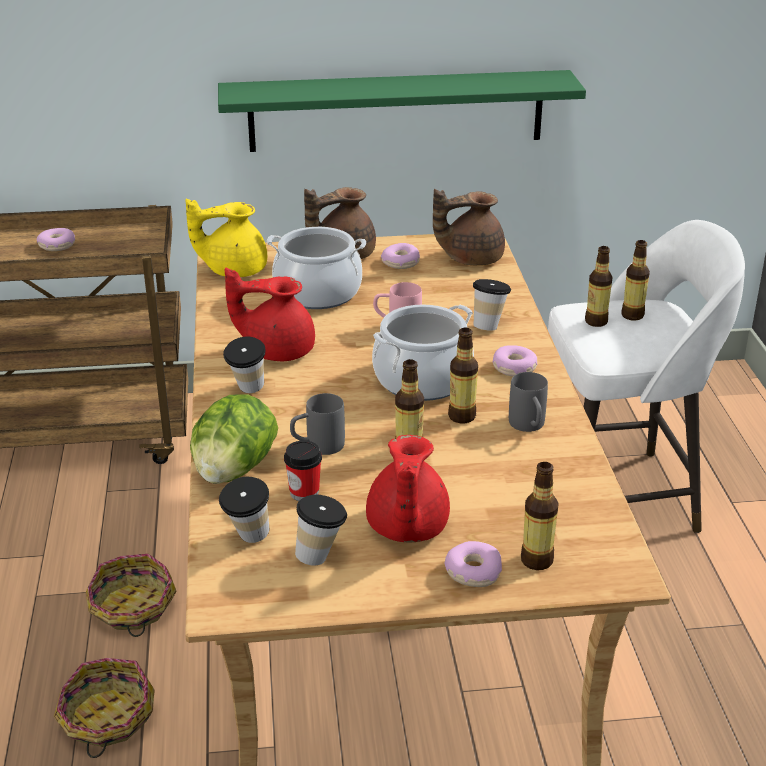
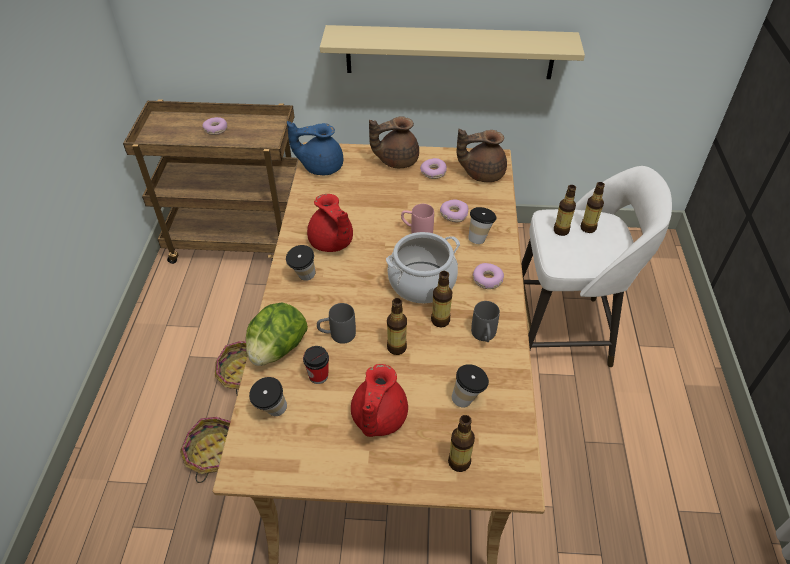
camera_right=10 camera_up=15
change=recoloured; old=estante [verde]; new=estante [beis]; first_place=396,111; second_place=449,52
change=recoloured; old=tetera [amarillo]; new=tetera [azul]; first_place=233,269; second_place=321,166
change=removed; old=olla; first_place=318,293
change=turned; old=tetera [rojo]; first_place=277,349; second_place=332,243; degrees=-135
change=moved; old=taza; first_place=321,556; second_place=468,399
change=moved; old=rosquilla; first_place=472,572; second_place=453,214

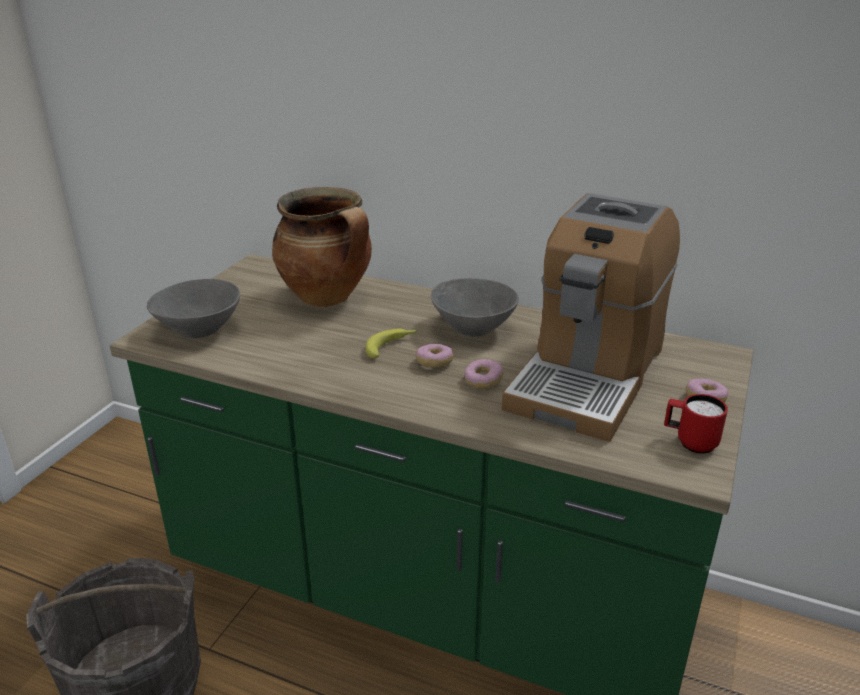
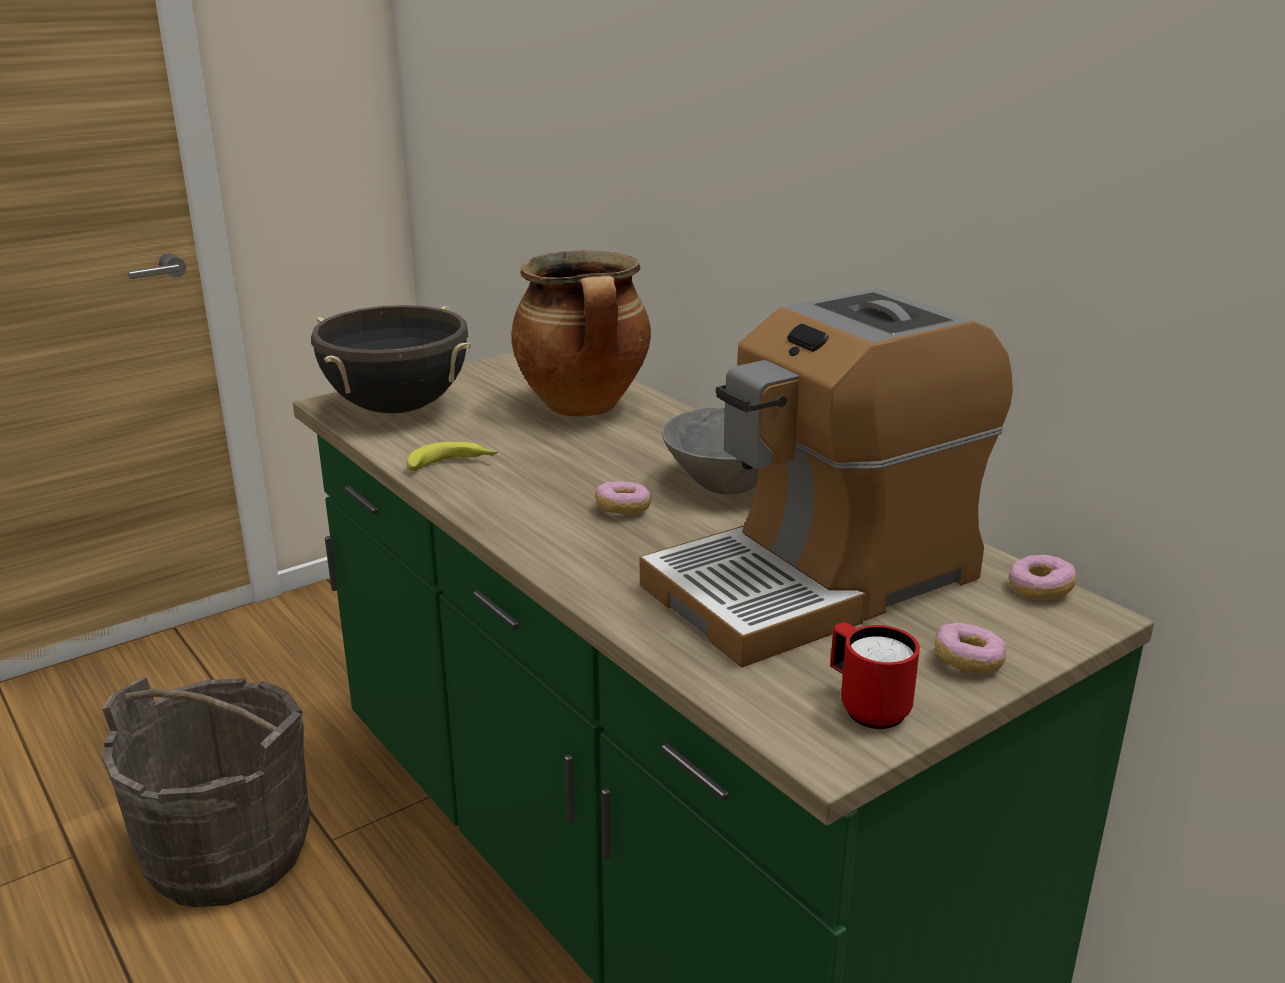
camera_right=30 camera_up=-5
change=replaced; old=cuenco [gris]; new=olla [negro]; first_place=198,330; second_place=397,408
change=moved; old=plátano; first_place=392,346; second_place=453,464
change=moved; old=rosquilla; first_place=483,381; second_place=1040,590

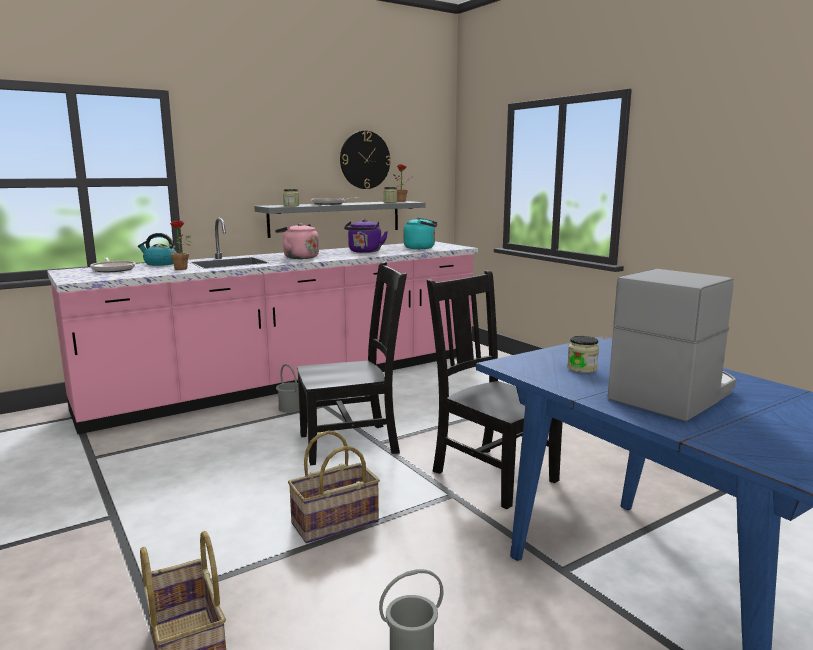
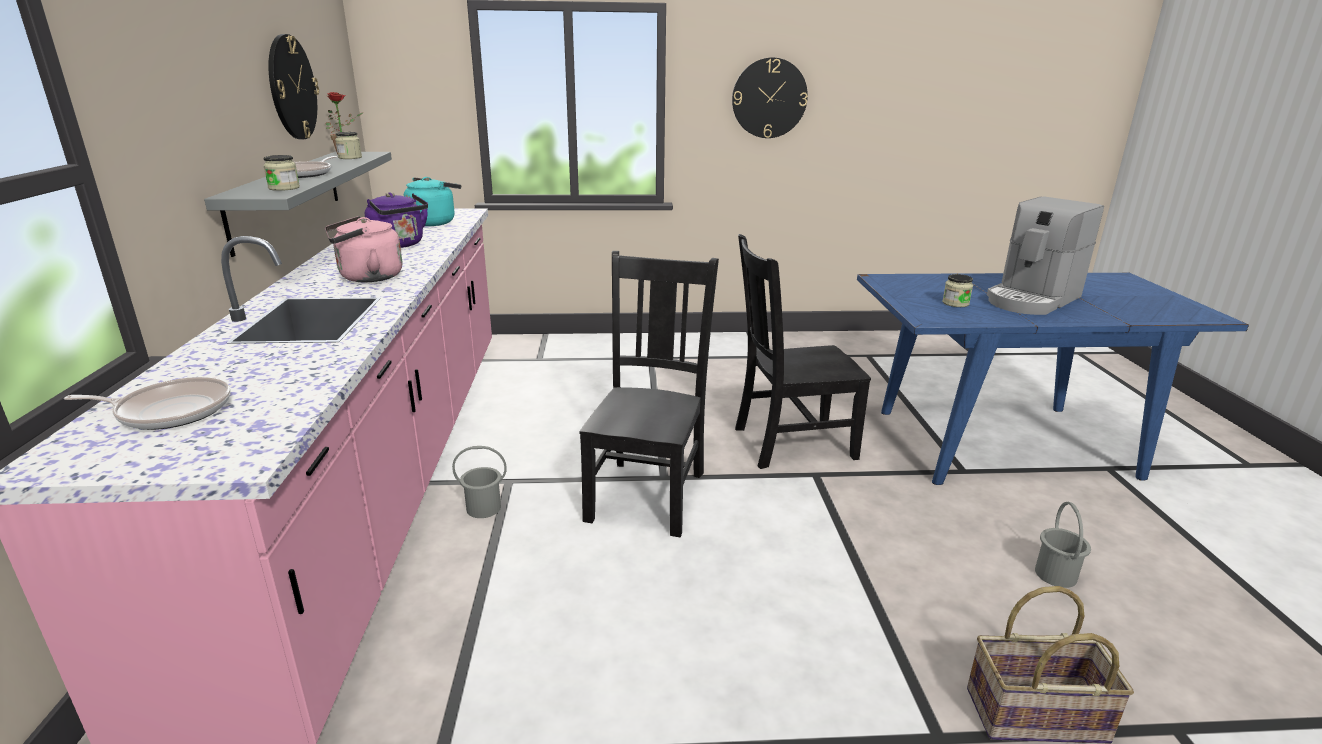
camera_right=-60 camera_up=10
change=removed; old=planta en maceta; first_place=181,268
change=removed; old=hervidor; first_place=160,264
change=turned; old=cafetera; first_place=673,394; second_place=1032,300; degrees=-120
change=removed; old=cesta; first_place=335,523
change=added; new=reloj de pared; second_place=769,98

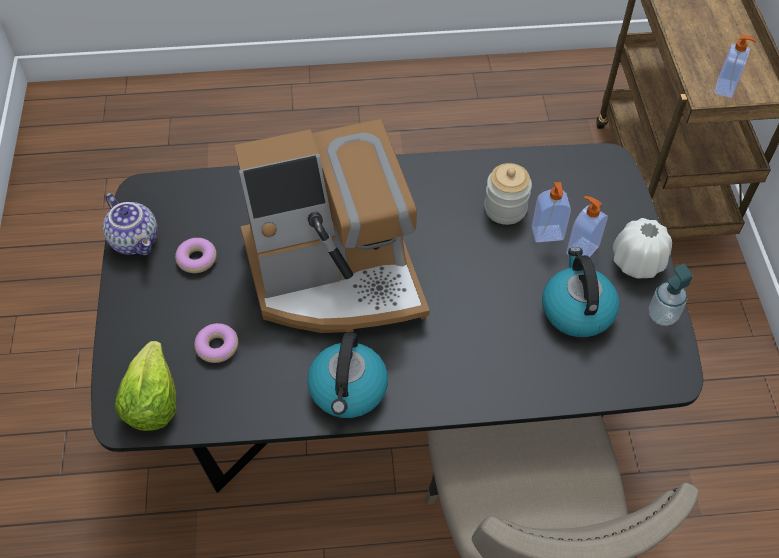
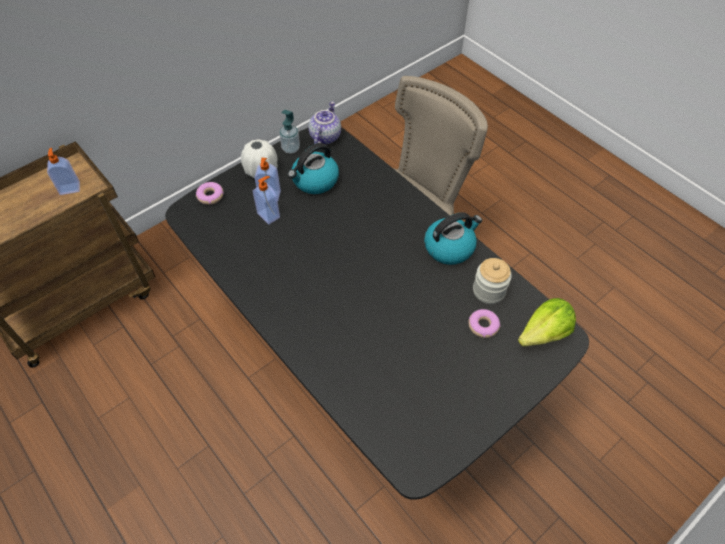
camera_right=-125 camera_up=0
change=removed; old=cafetera; first_place=335,276
change=moved; old=tarro; first_place=505,209; second_place=489,291
change=moved; old=tetera; first_place=136,240; second_place=324,136
change=moved; old=rosquilla; first_place=197,259; second_place=210,196

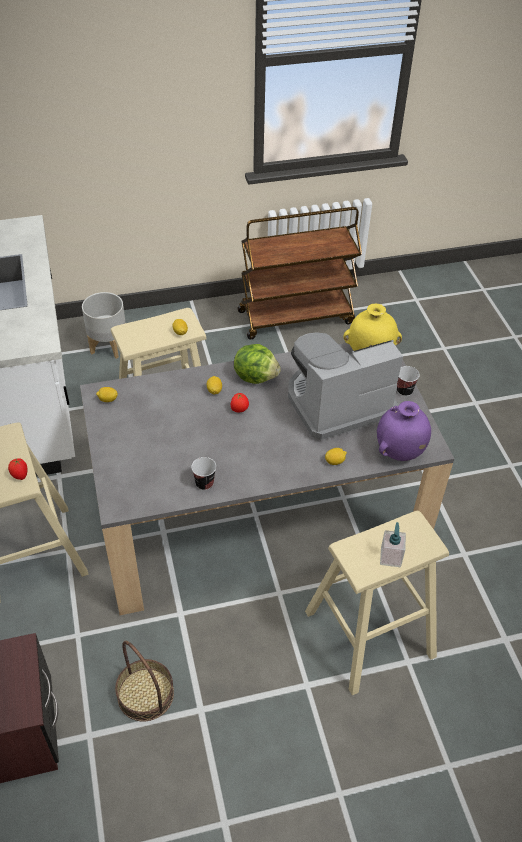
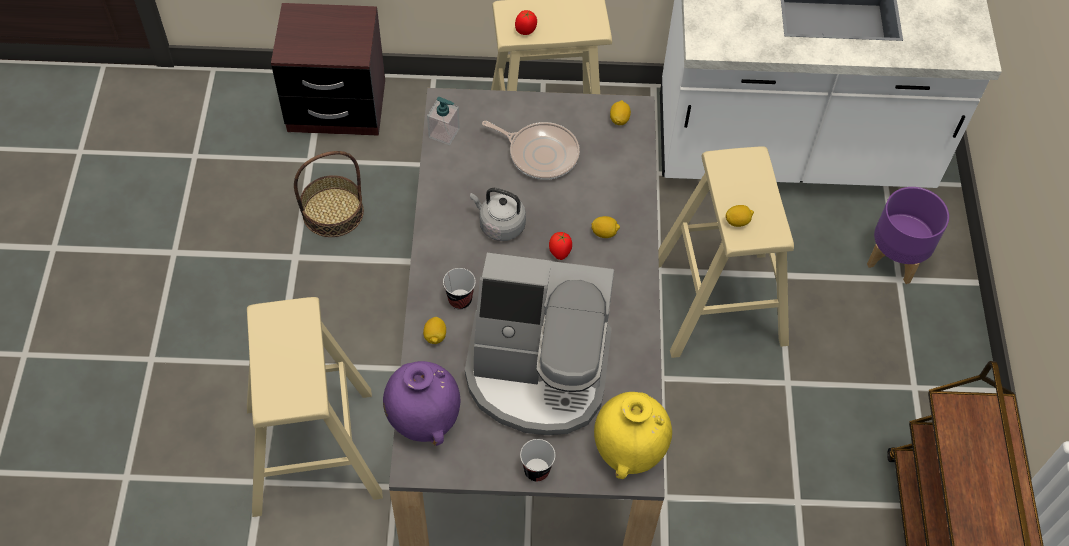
camera_right=105 camera_up=10
change=recoloured; old=maceta [gris]; new=maceta [morado]; first_place=108,347; second_place=894,259
change=turned; old=cafetera; first_place=337,403; second_place=538,372; degrees=105
change=removed; old=lechuga; first_place=256,376
change=moved; old=taza; first_place=204,483; second_place=460,300
change=moved; old=dispensador de jabón; first_place=390,557; second_place=444,133
change=added; new=sartén; second_place=540,153
change=added; new=hervidor [gris]; second_place=499,225

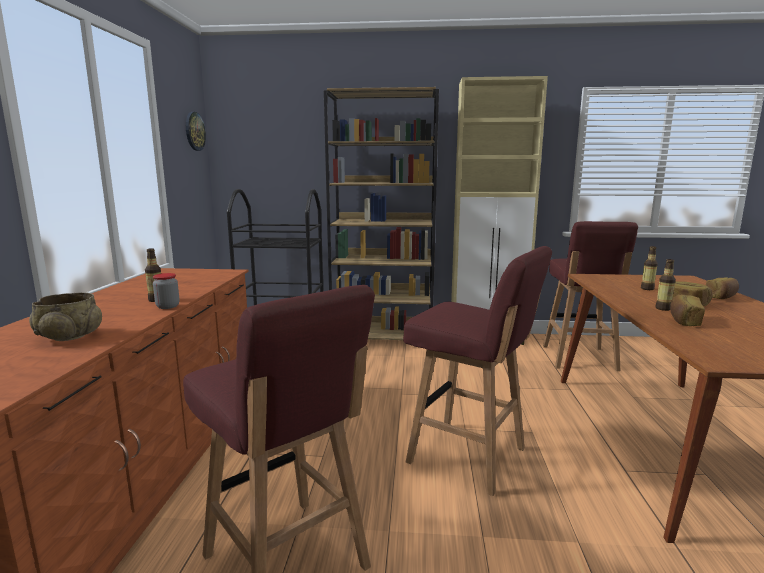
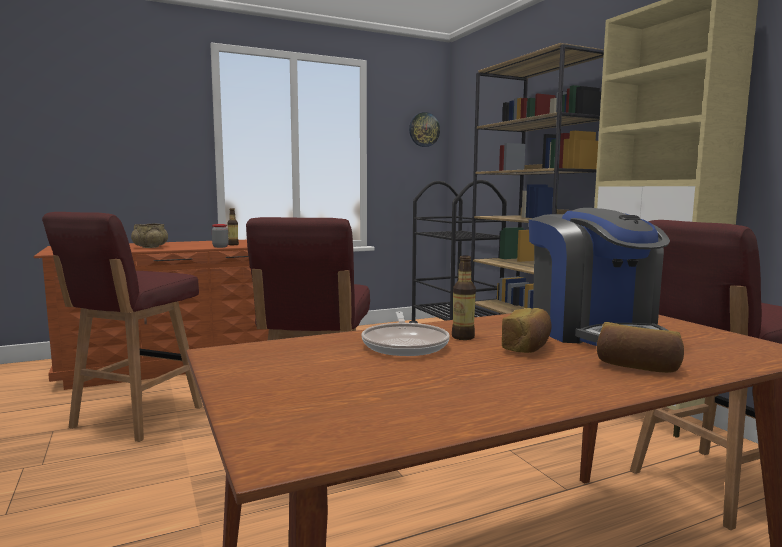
camera_right=60 camera_up=-5
change=replaced; old=botella; new=cafetera; first_place=647,289; second_place=593,331
change=replaced; old=pan; new=sartén; first_place=683,321; second_place=405,344

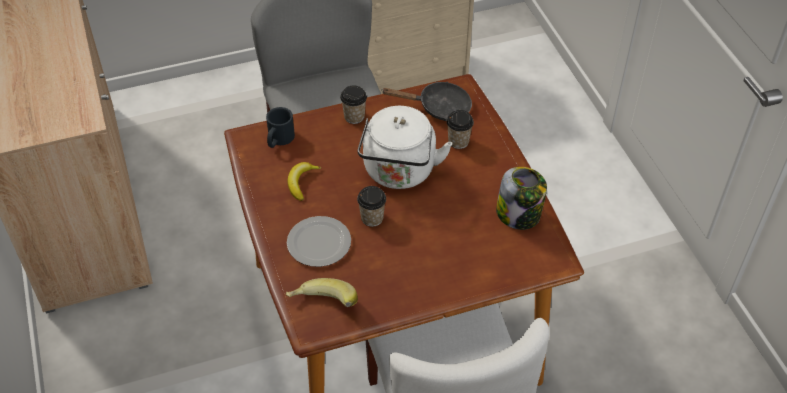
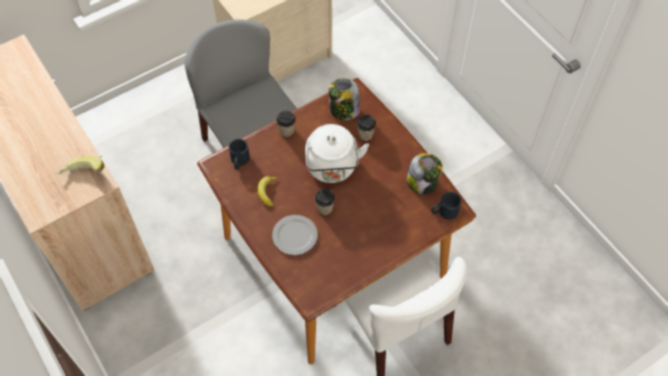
camera_right=-15 camera_up=10
change=replaced; old=sartén [negro]; new=tarro; first_place=439,107; second_place=344,110
change=moved; old=plátano; first_place=322,307; second_place=83,175
change=added; new=taza grande [negro]; second_place=444,212

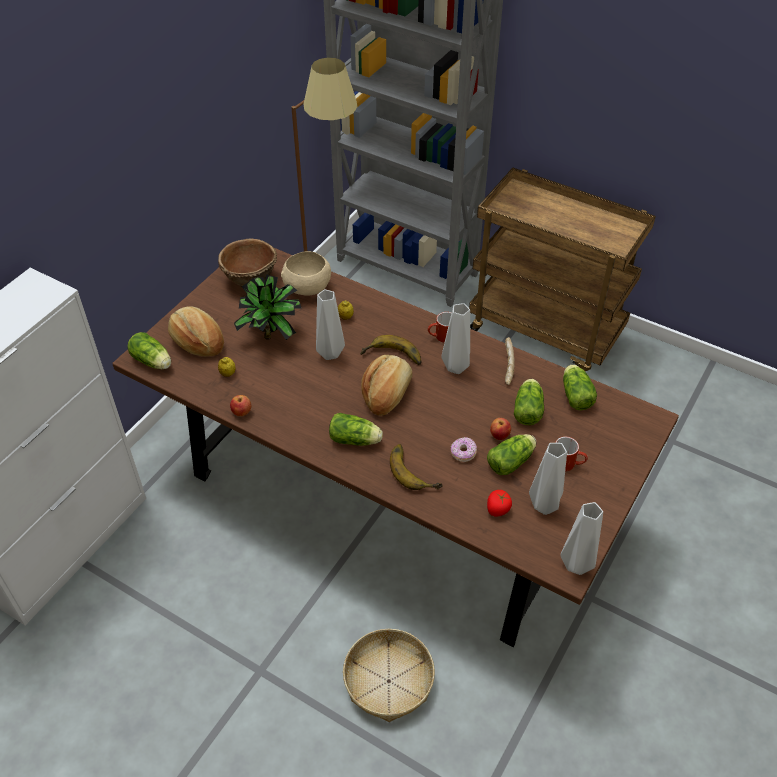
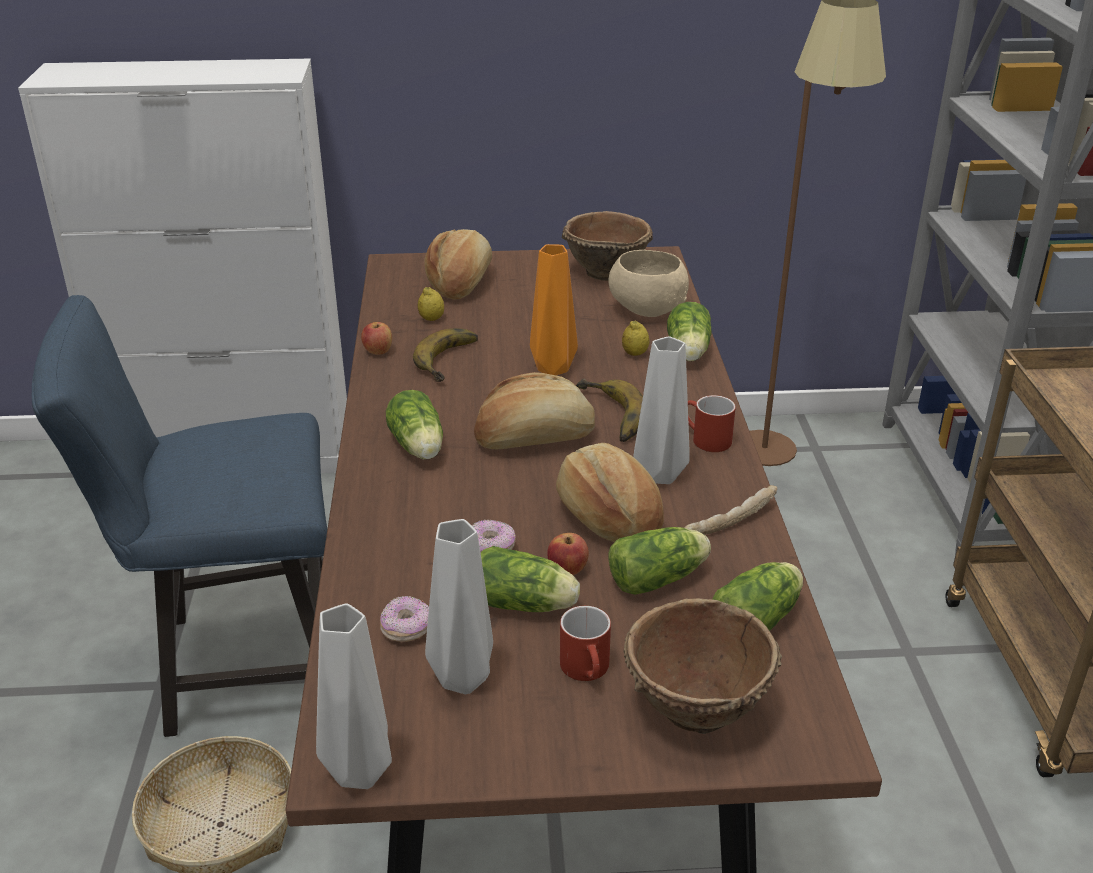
camera_right=55 camera_up=-15
change=removed; old=planta en maceta; first_place=273,336
change=recoloured; old=florero [gris]; new=florero [naranja]; first_place=330,354; second_place=551,369
change=moved; old=lechuga; first_place=153,362; second_place=688,353
change=moved; old=plátano; first_place=415,469; second_place=453,360
change=replaced; old=tomate; new=rosquilla; first_place=497,509; second_place=407,629
change=added; new=silla [azul]; second_place=237,666
change=added; new=pan; second_place=608,516
change=added; new=cuenco [marrón]; second_place=696,709

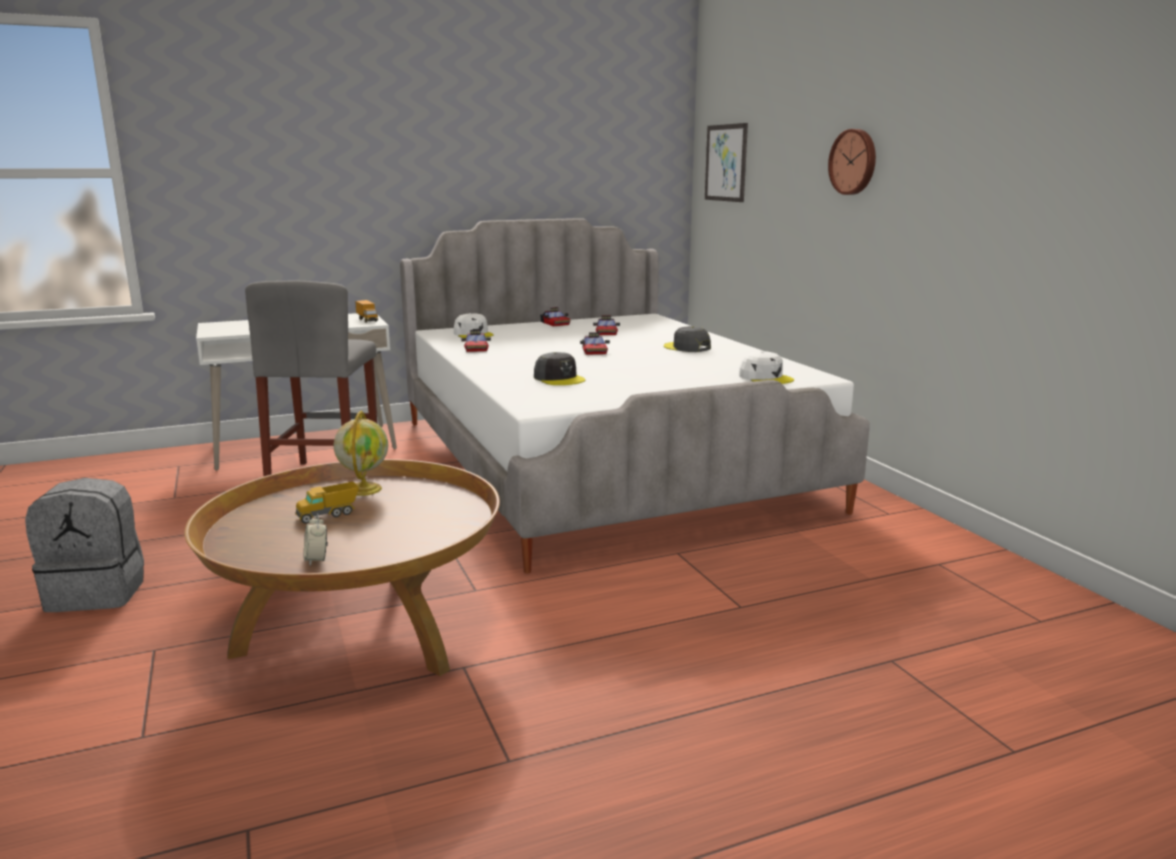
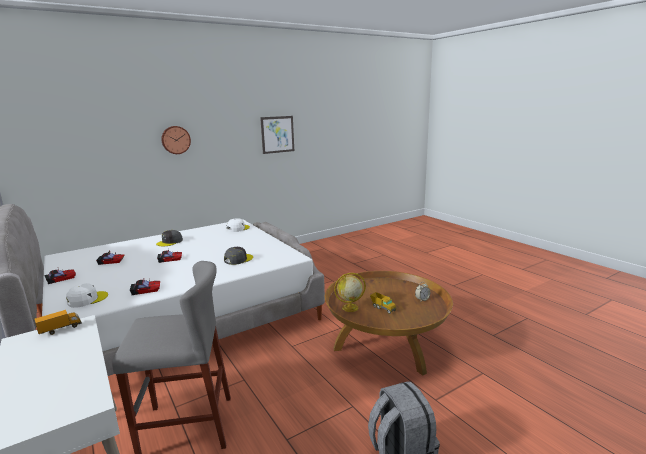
camera_right=-100 camera_up=0
change=moved; old=cuadro; first_place=726,163; second_place=277,134

